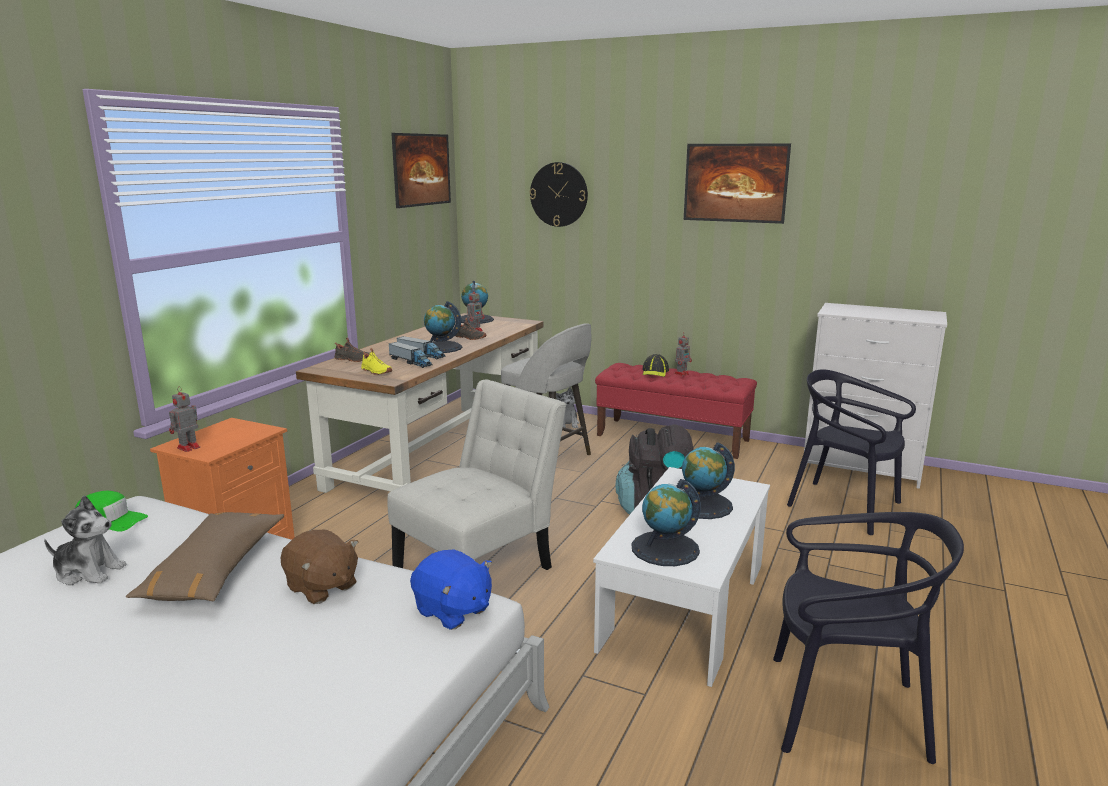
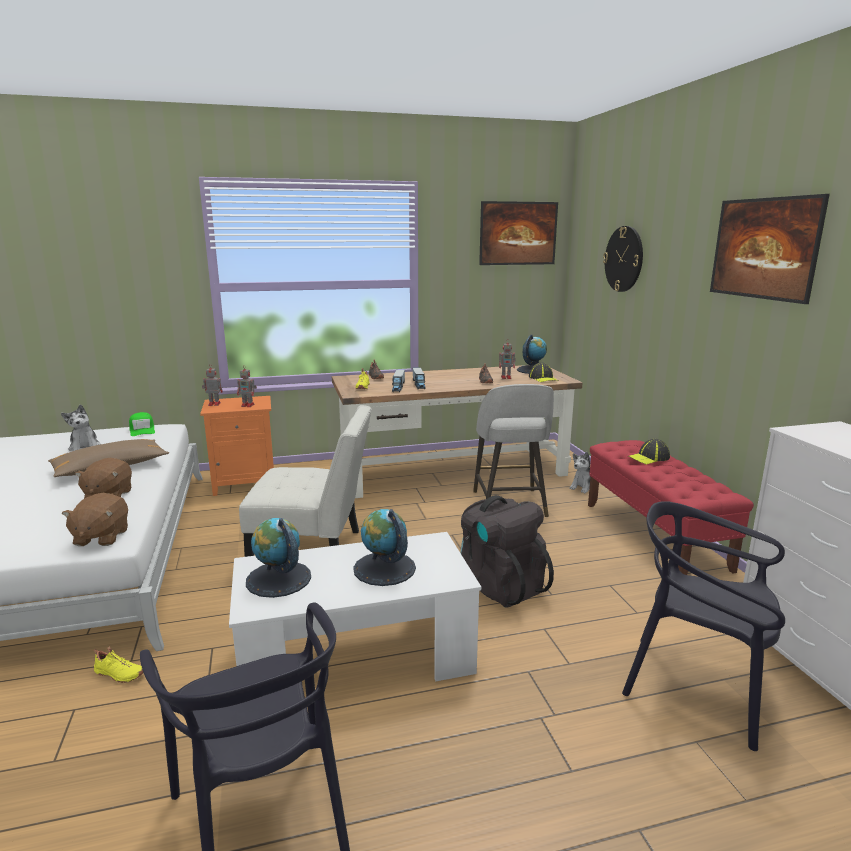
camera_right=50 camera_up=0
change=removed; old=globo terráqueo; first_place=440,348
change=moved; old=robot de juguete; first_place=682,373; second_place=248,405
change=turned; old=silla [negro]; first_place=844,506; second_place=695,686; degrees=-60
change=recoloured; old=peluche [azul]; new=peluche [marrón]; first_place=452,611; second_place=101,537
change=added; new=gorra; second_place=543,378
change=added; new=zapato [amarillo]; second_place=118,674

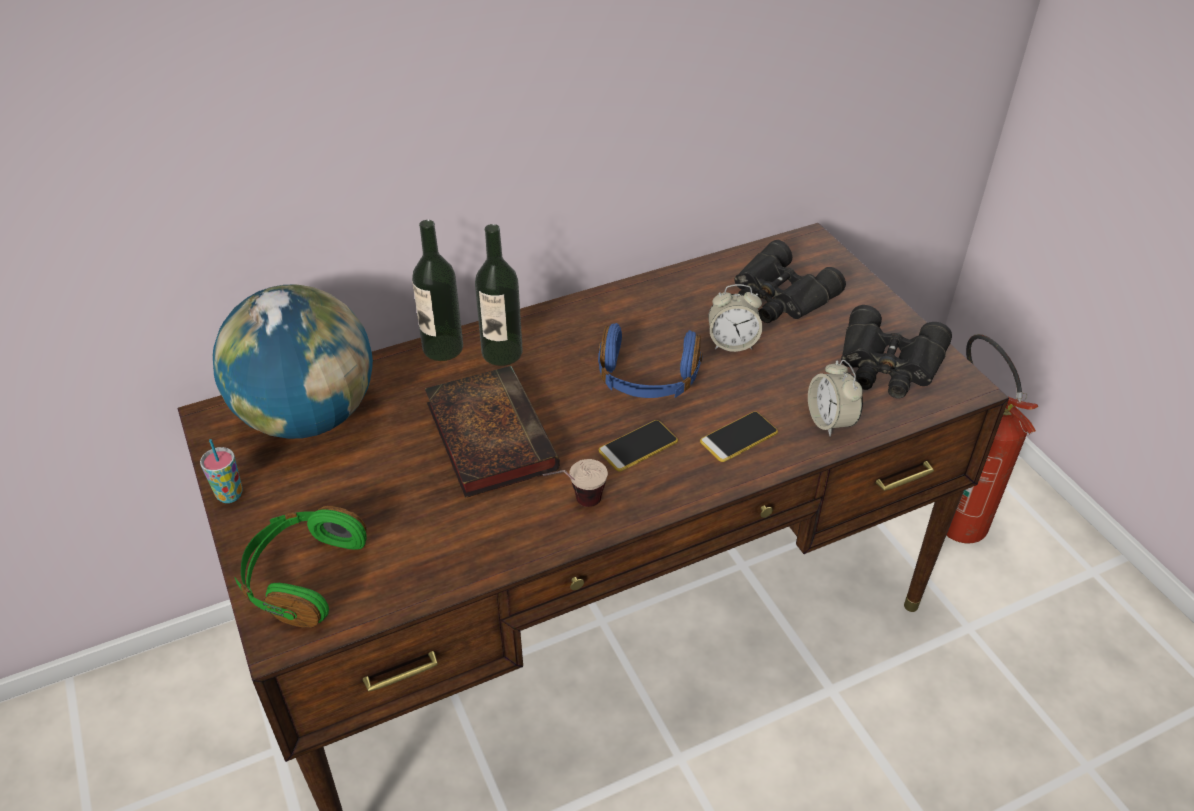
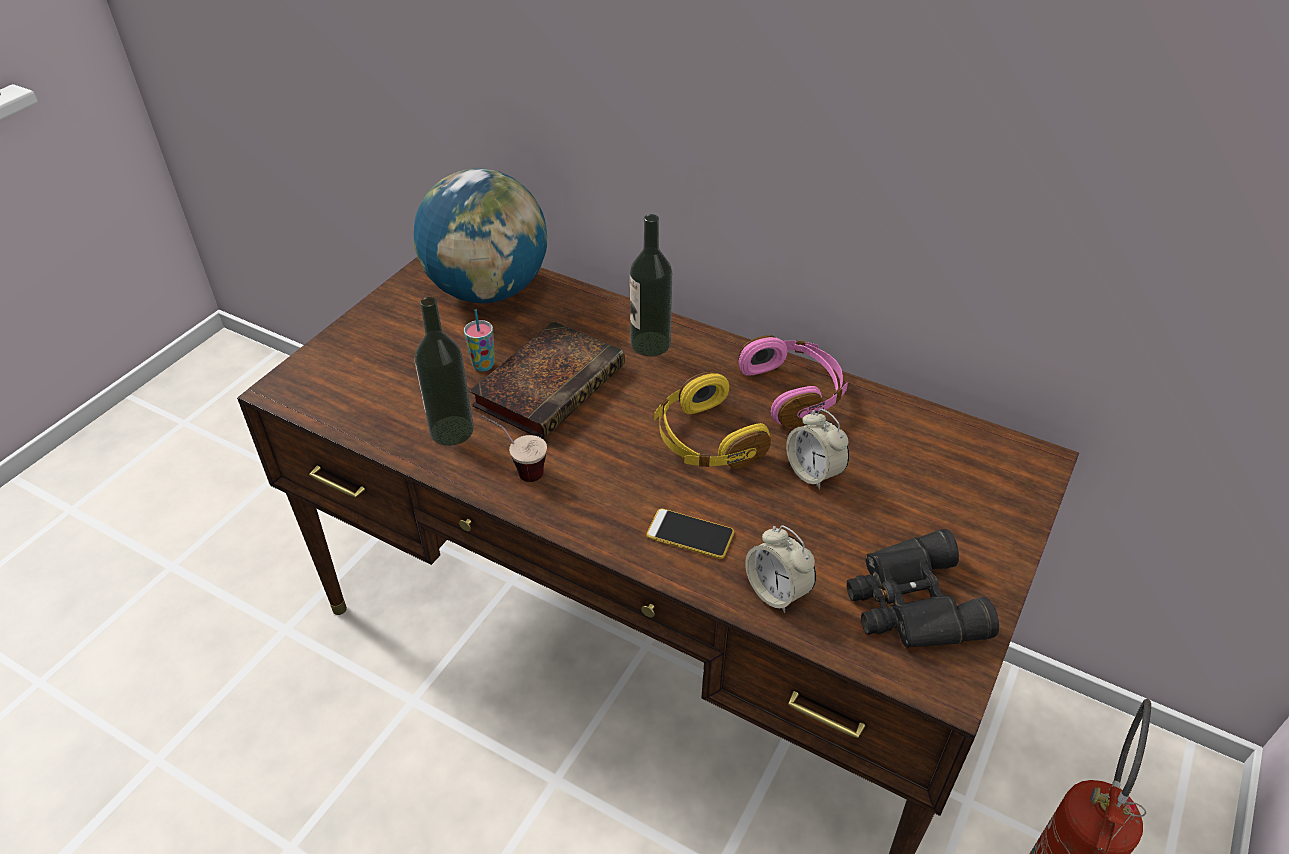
camera_right=55 camera_up=0
change=moved; old=botella; first_place=443,348; second_place=451,430
change=removed; old=prismáticos [negro]; first_place=779,297
change=recoloured; old=auriculares [azul]; new=auriculares [amarillo]; first_place=647,379; second_place=705,441
change=turned; old=despertador; first_place=830,421; second_place=777,591; degrees=-75
change=removed; old=móvil; first_place=638,446
change=moved; old=taza; first_place=230,495; second_place=483,365
change=removed; old=auriculares [verde]; first_place=302,576
change=added; new=auriculares [rosa]; second_place=793,392

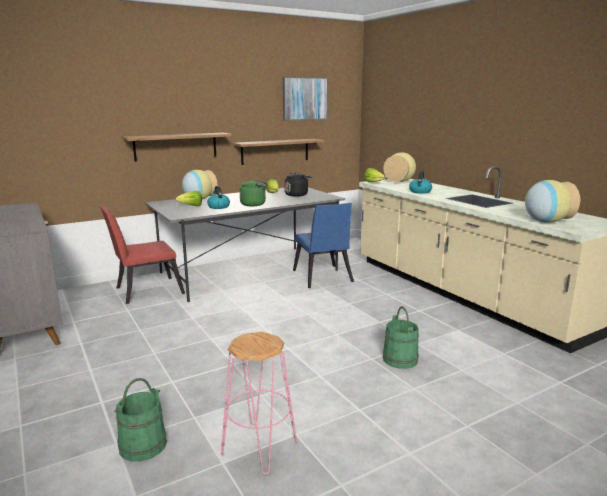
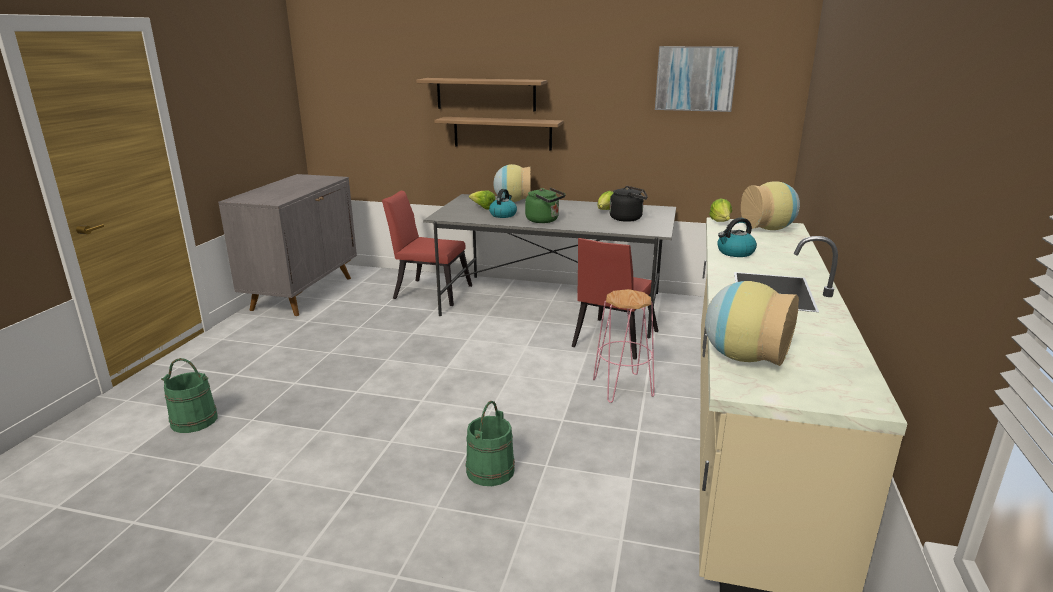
camera_right=45 camera_up=5
change=moved; old=estante; first_place=275,151; second_place=486,94
change=recoloured; old=silla [azul]; new=silla [rojo]; first_place=323,278; second_place=612,341
change=moved; old=taburete [rosa]; first_place=260,447; second_place=623,388

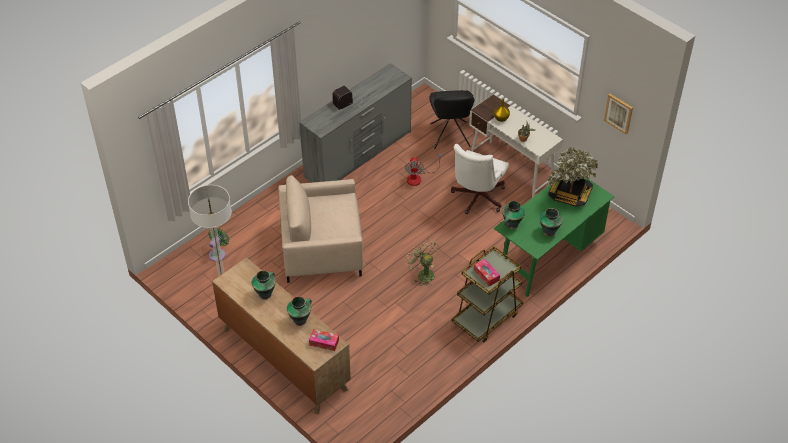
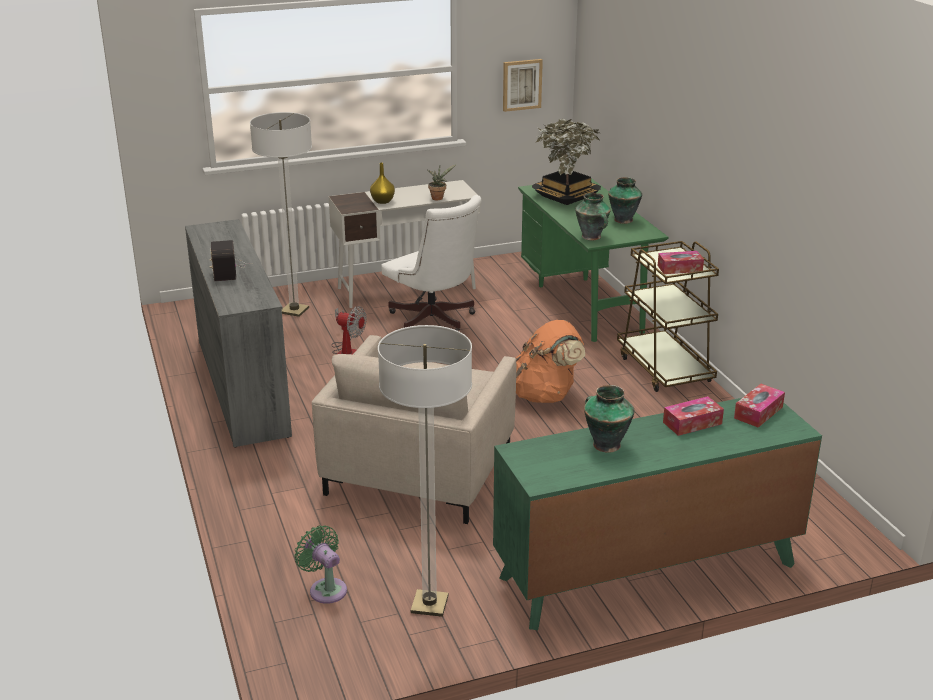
camera_right=-65 camera_up=-20
change=replaced; old=silla [negro]; new=lámpara de pie; first_place=450,137; second_place=294,311
change=replaced; old=ventilador [verde]; new=mochila [naranja]; first_place=423,274; second_place=545,395
change=recoloured; old=cómoda [marrón]; new=cómoda [verde]; first_place=284,359; second_place=647,571
change=replaced; old=florero; new=caja de pañuelos; first_place=300,320; second_place=692,423

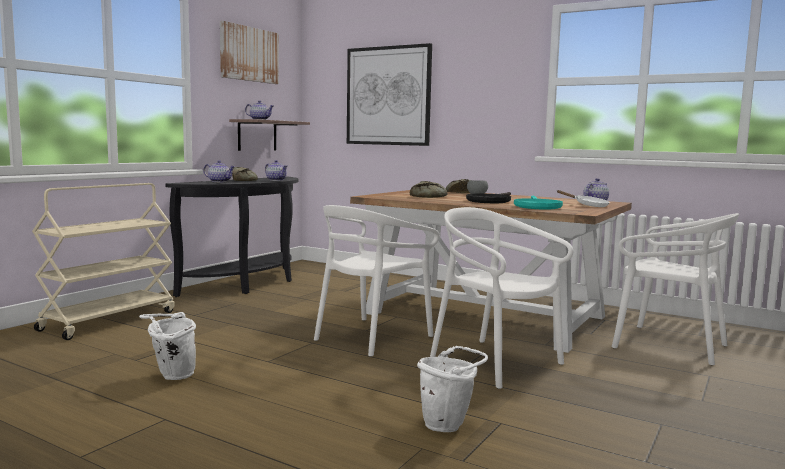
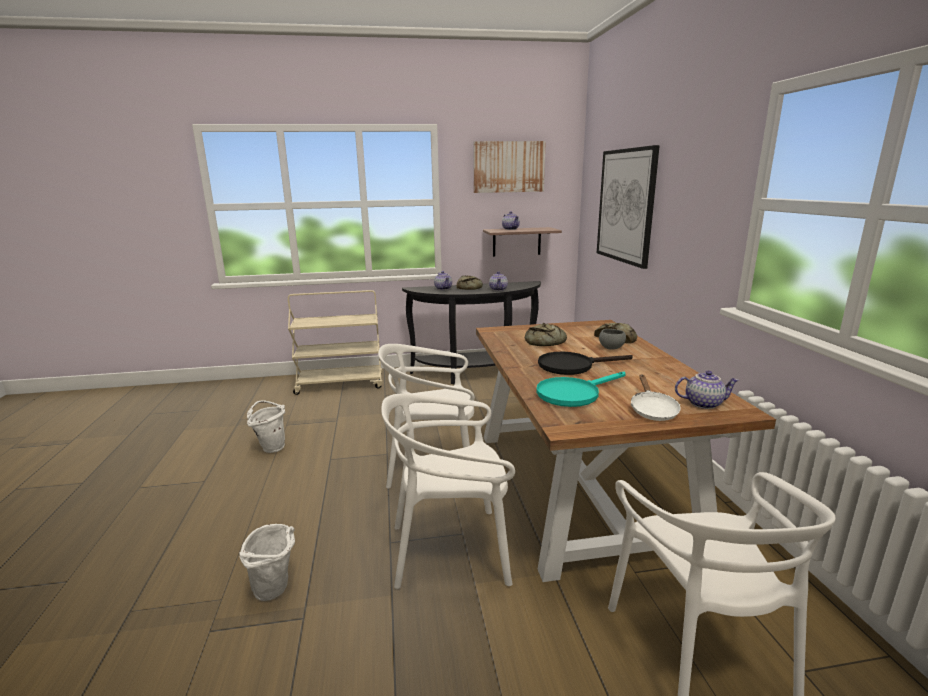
camera_right=50 camera_up=10
change=turned; old=silla [blanco]; first_place=495,362; second_place=450,550; degrees=-105

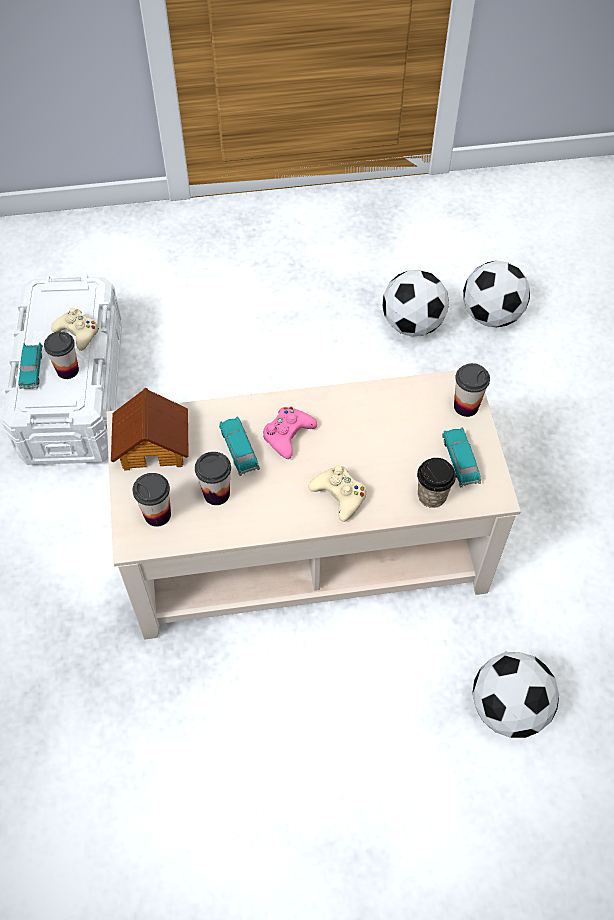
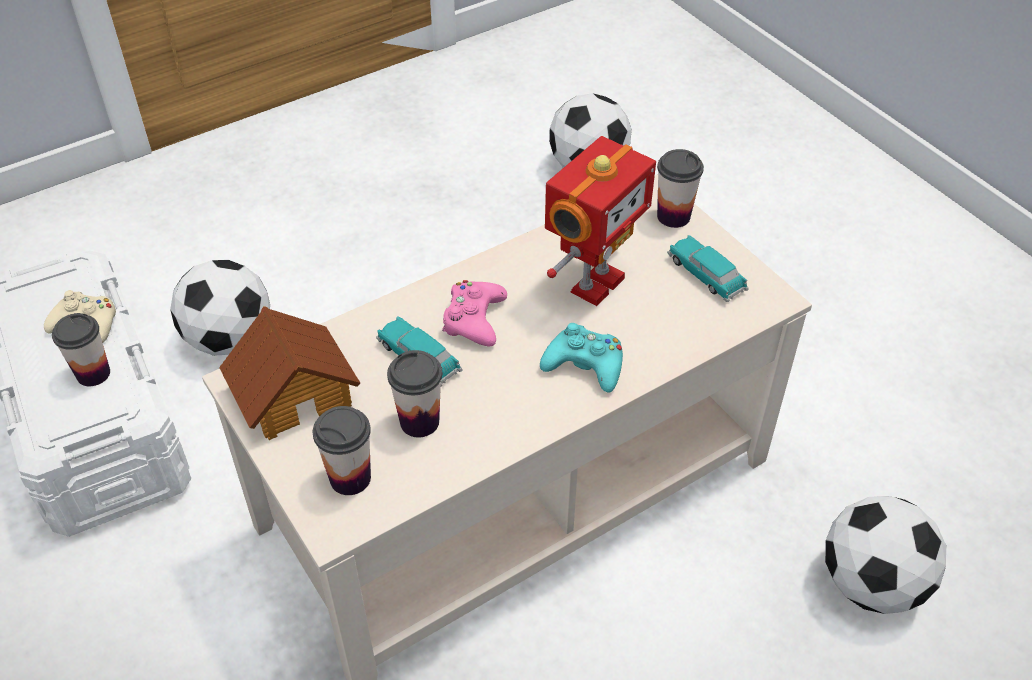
camera_right=-25 camera_up=-10
change=moved; old=balón de fútbol; first_place=412,324; second_place=229,339
change=removed; old=coche de juguete; first_place=32,369
change=removed; old=taza; first_place=432,495
change=recoloured; old=mando de consola [beis]; new=mando de consola [turquesa]; first_place=339,495; second_place=585,365
change=added; new=robot de juguete; second_place=594,283

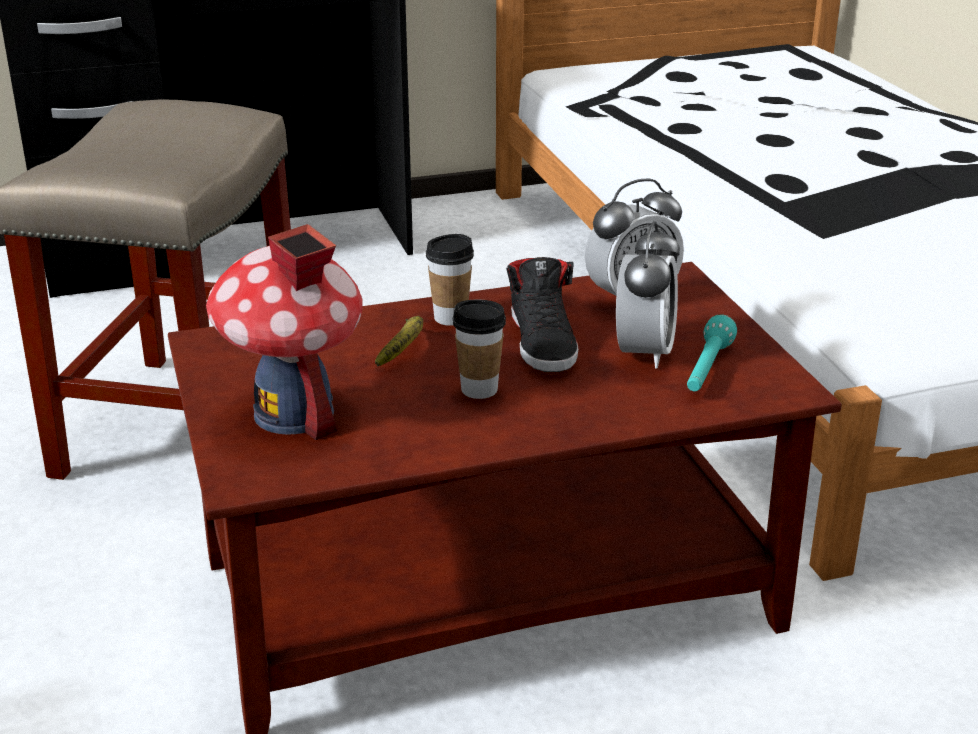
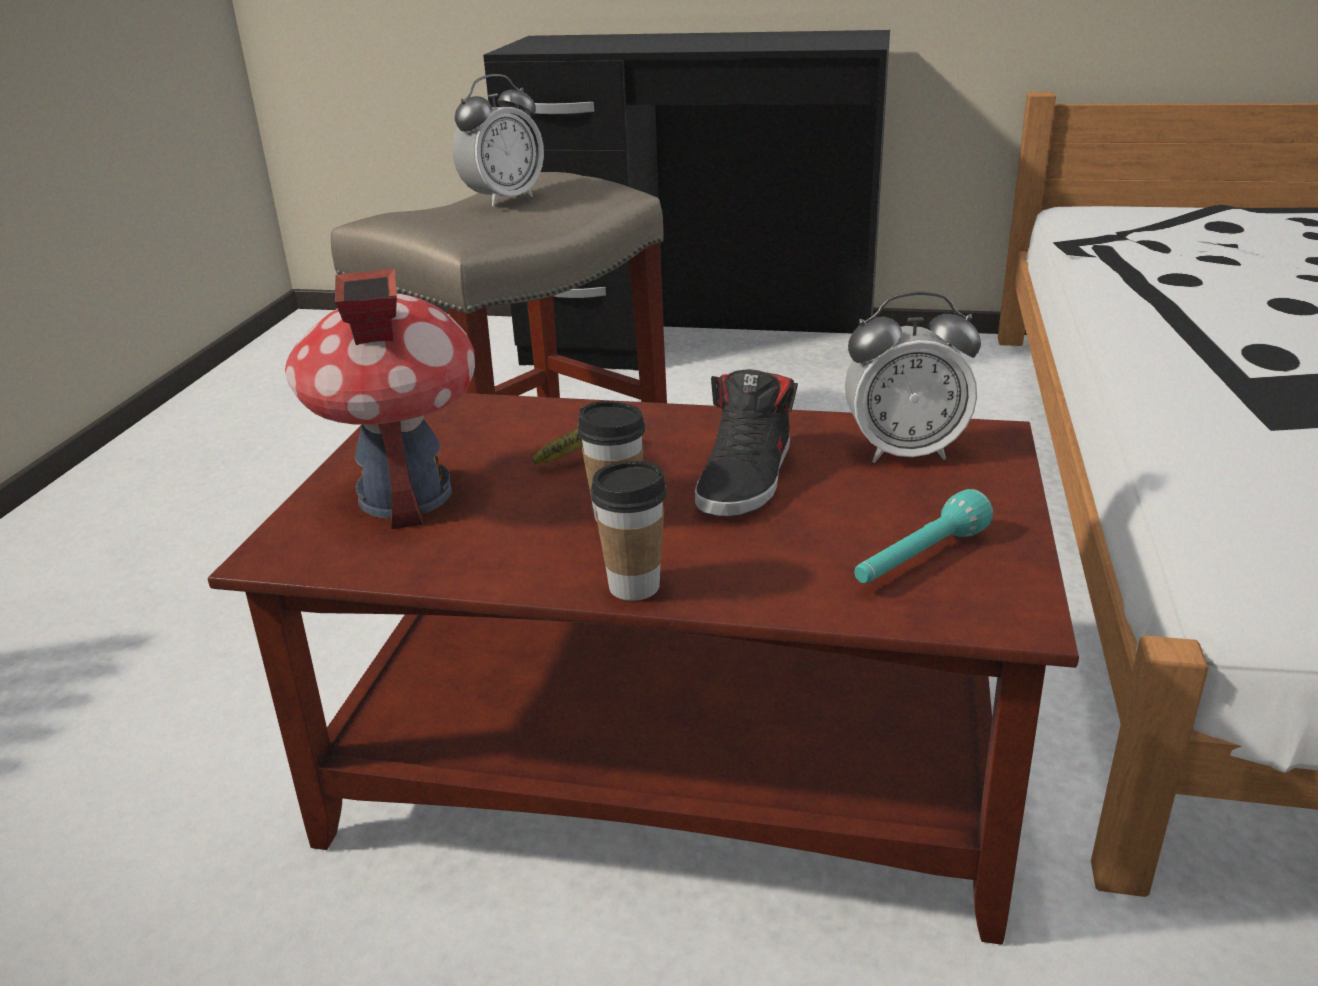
camera_right=30 camera_up=0
change=moved; old=despertador; first_place=644,353; second_place=503,199
change=moved; old=taza; first_place=450,318; second_place=634,586

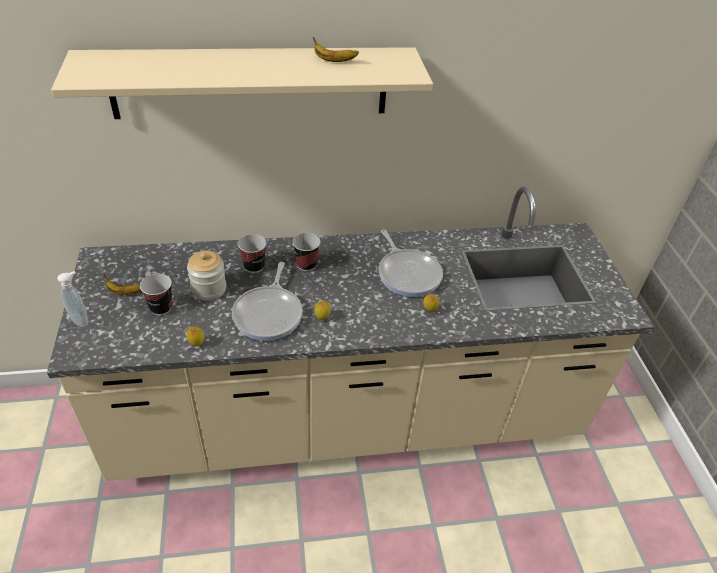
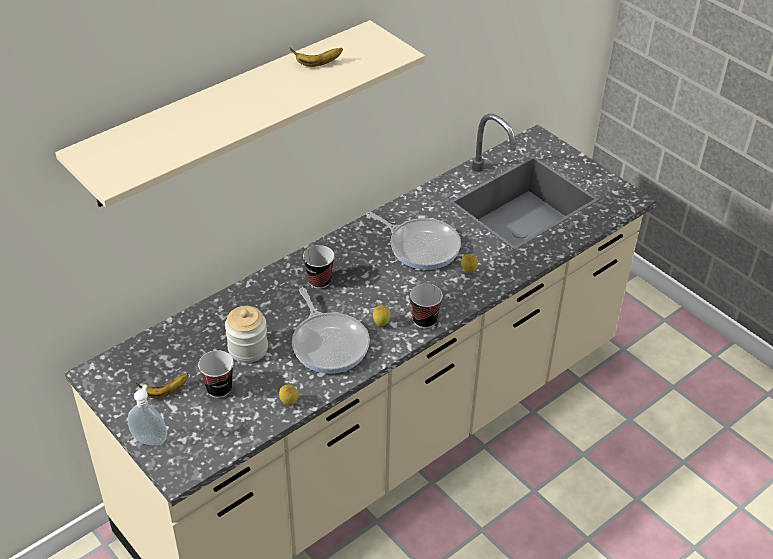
camera_right=-30 camera_up=0
change=moved; old=taza; first_place=254,266; second_place=424,320

